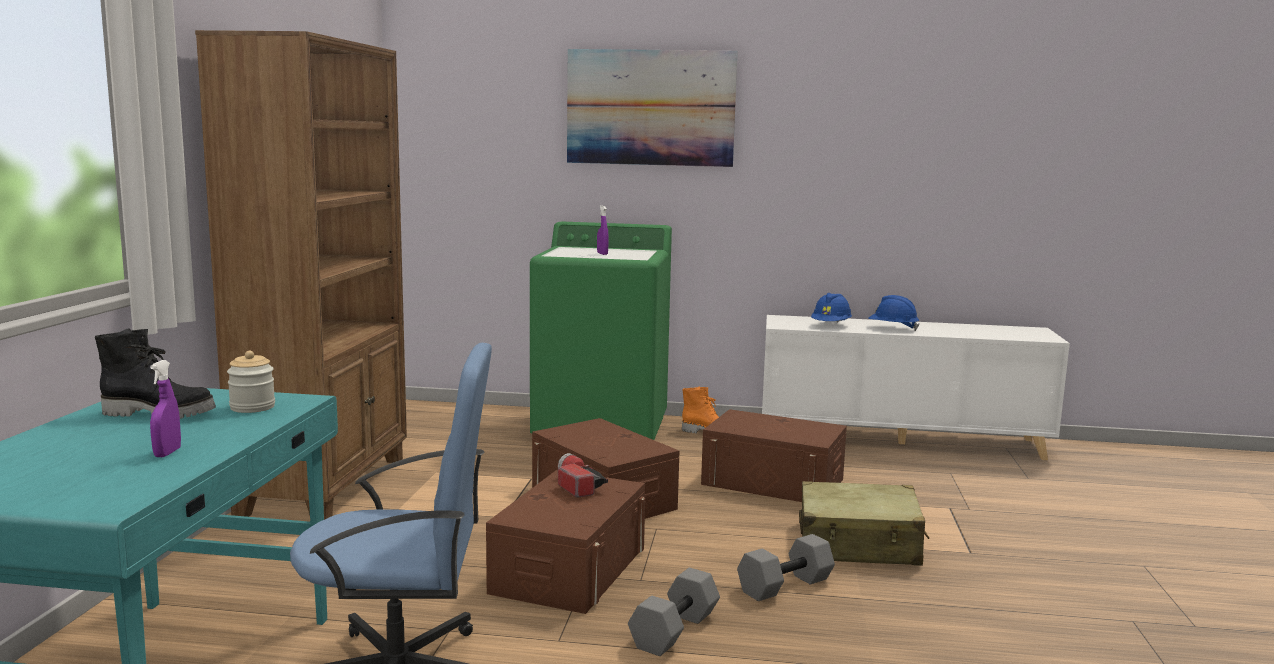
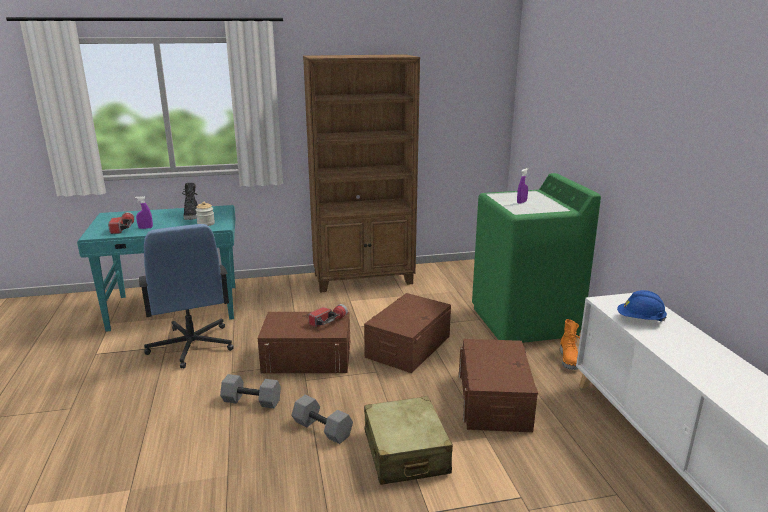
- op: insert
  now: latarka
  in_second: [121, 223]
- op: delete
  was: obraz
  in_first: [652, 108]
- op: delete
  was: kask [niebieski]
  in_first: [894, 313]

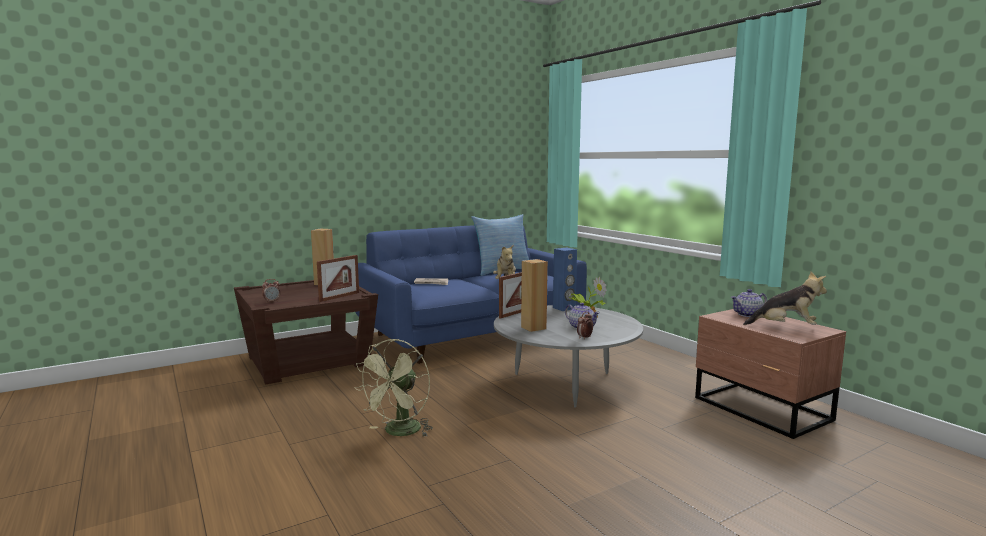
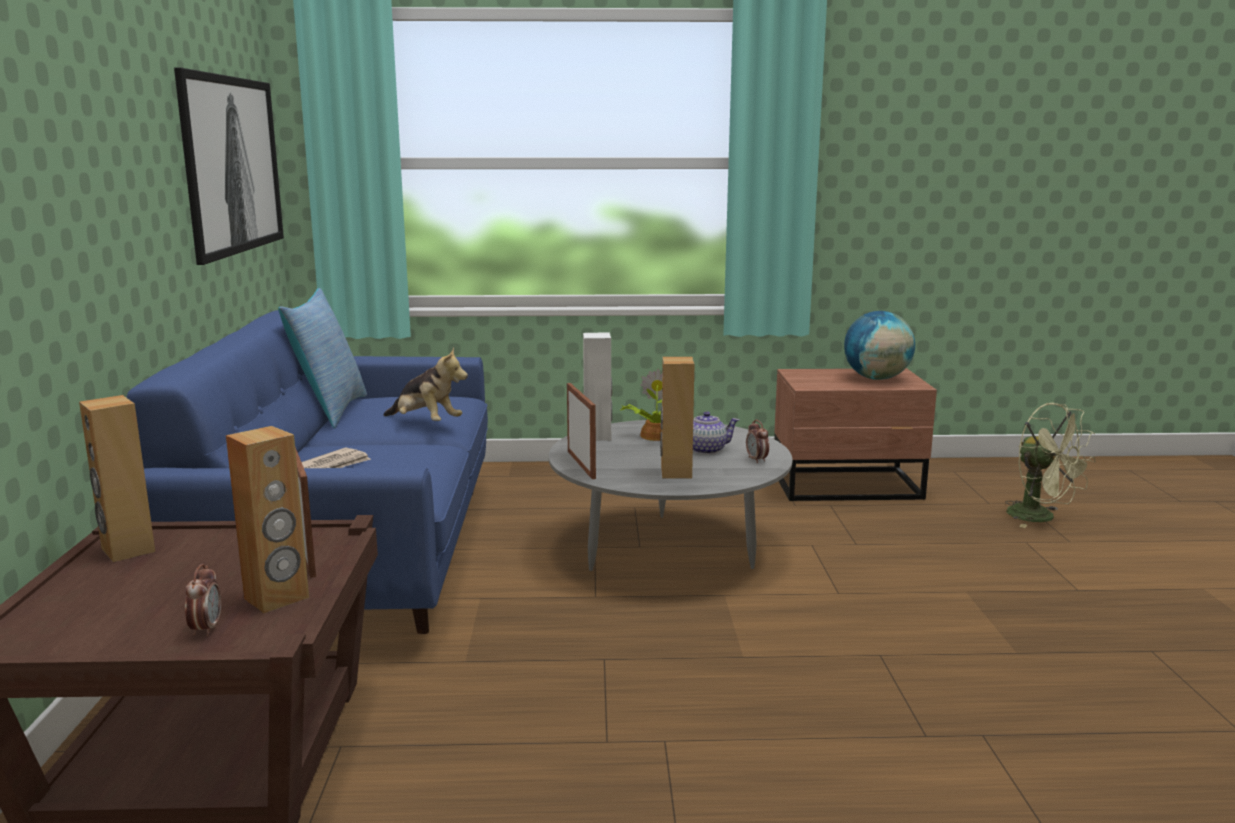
- op: insert
  now: obraz
  in_second: [229, 166]
- op: insert
  now: głośnik [brązowy]
  in_second: [267, 519]
- op: recolor
  was: głośnik [niebieski]
  now: głośnik [biały]
  in_first: [565, 279]
  in_second: [597, 386]
- op: replace
  was: pluszak
  now: globus
  in_first: [785, 298]
  in_second: [879, 345]
- op: move
  was: wentylator [zielony]
  in_first: [393, 388]
  in_second: [1050, 465]
- op: delete
  was: imbryk
  in_first: [749, 303]

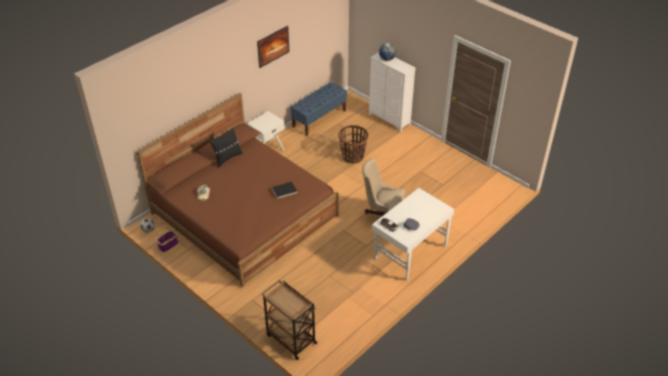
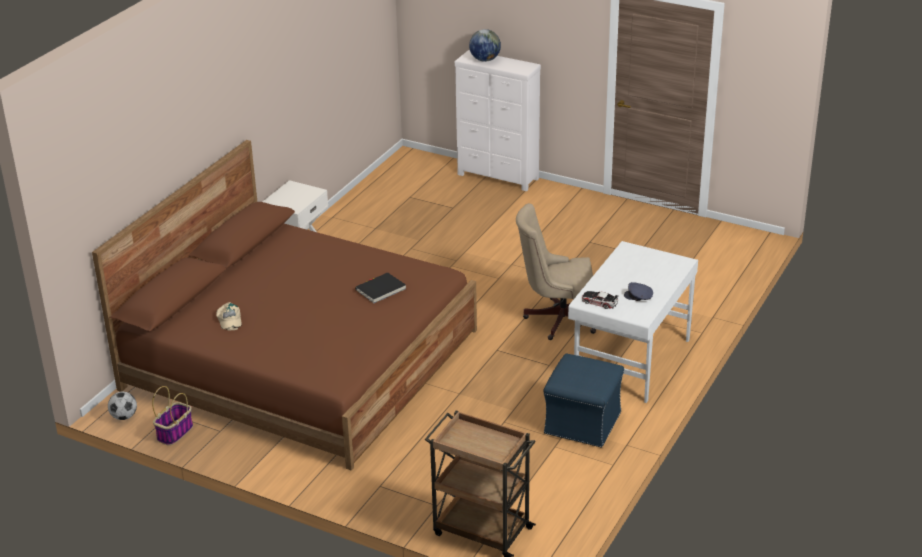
- op: insert
  now: pufa [niebieski]
  in_second: [583, 401]
- op: delete
  was: poduszka [czarny]
  in_first: [226, 147]
- op: delete
  was: obraz
  in_first: [273, 47]
- op: delete
  was: ławka [niebieski]
  in_first: [318, 109]
- op: delete
  was: koszyk
  in_first: [353, 144]

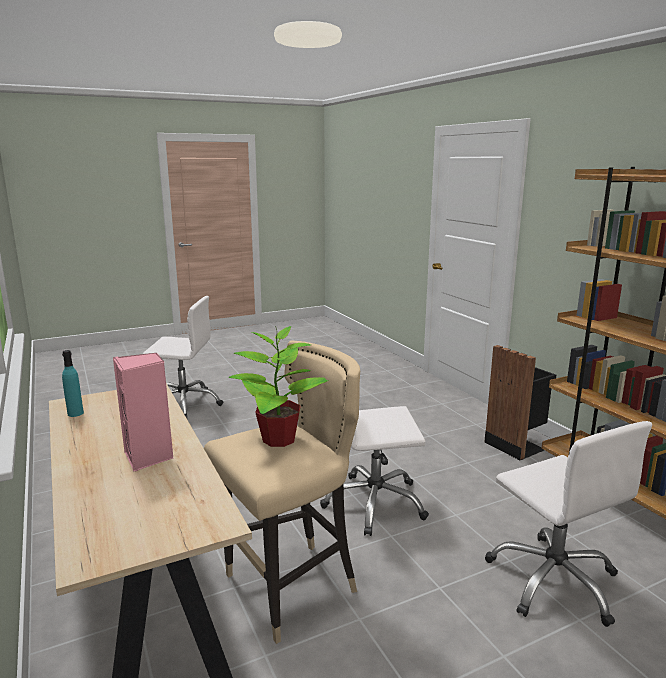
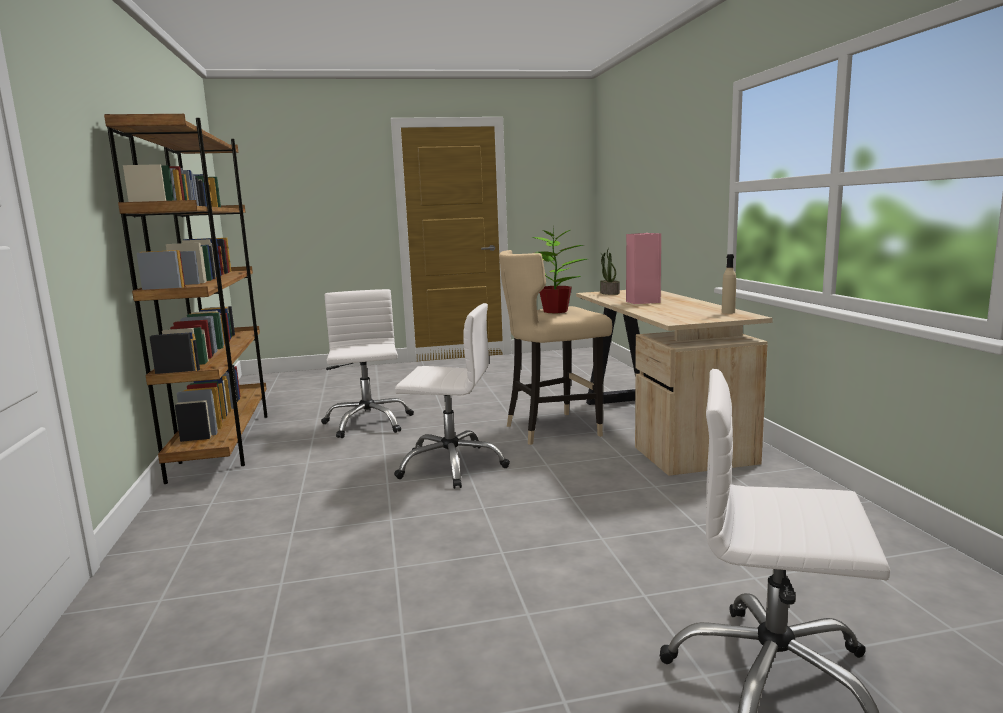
- op: insert
  now: roślina doniczkowa
  in_second: [610, 271]
- op: recolor
  was: butelka [turkusowy]
  now: butelka [beżowy]
  in_first: [73, 383]
  in_second: [729, 284]
- op: delete
  was: kosz na śmieci [czarny]
  in_first: [520, 402]

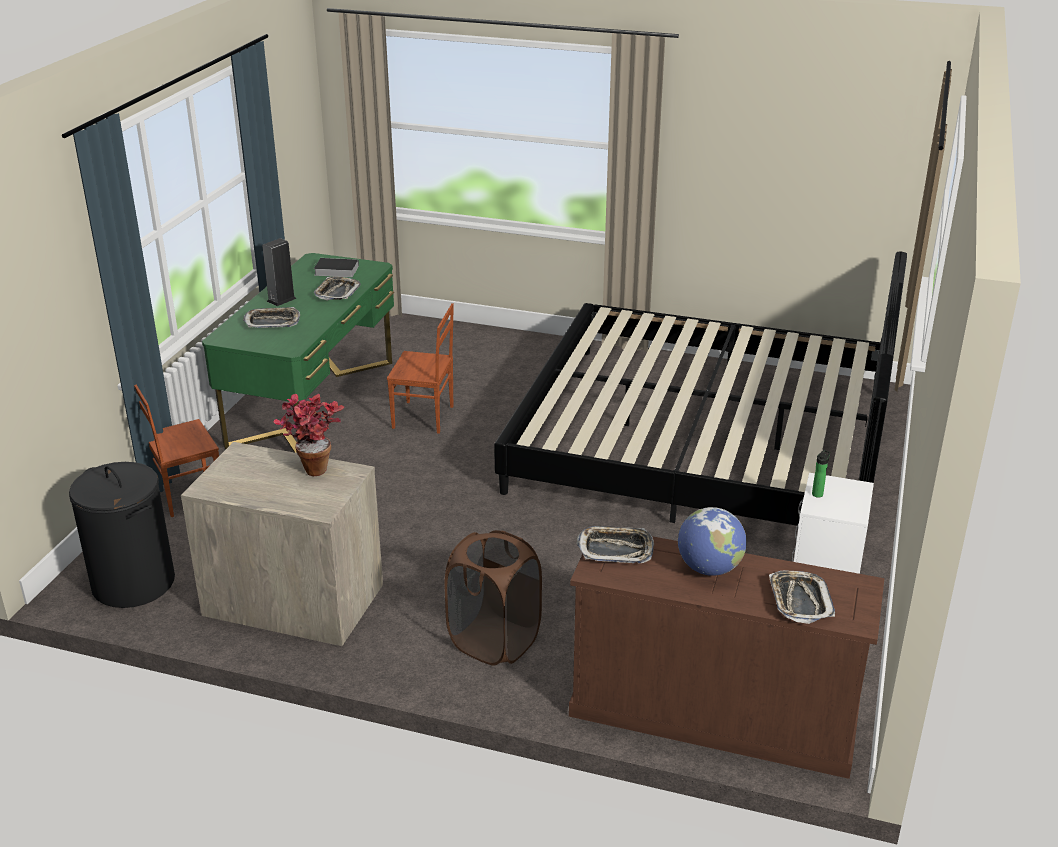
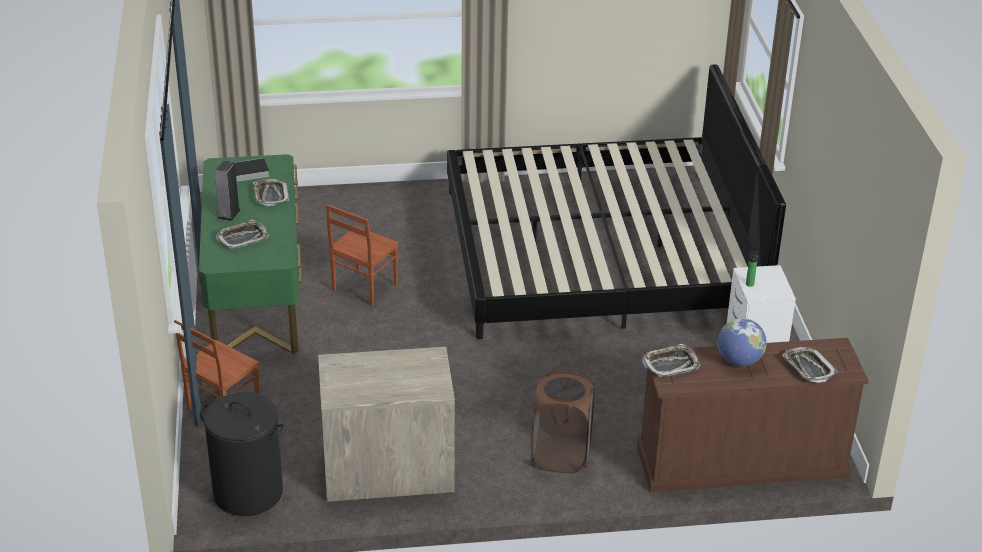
- op: rotate
  was: krzesło [brązowy]
  in_first: [420, 368]
  in_second: [362, 255]
  clockwise: 135
- op: delete
  was: roślina doniczkowa
  in_first: [308, 435]

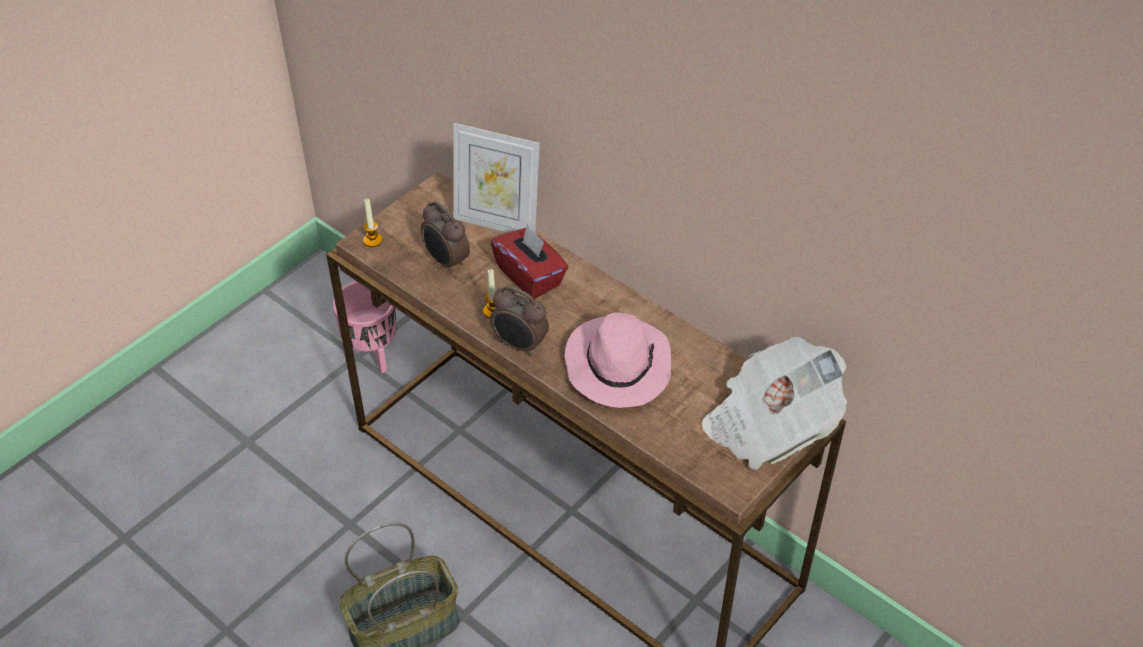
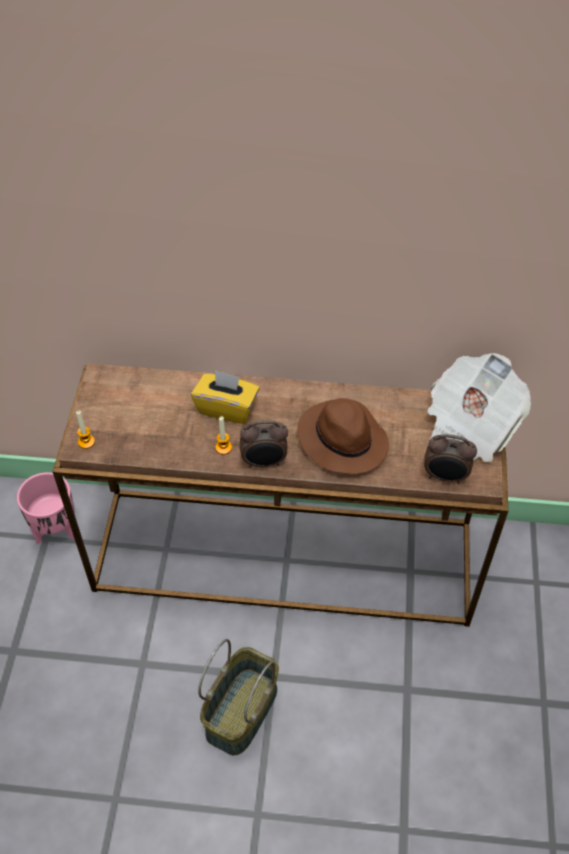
- op: recolor
  was: pudełko chusteczek [czerwony]
  now: pudełko chusteczek [żółty]
  in_first: [529, 262]
  in_second: [225, 397]
- op: recolor
  was: kapelusz [różowy]
  now: kapelusz [brązowy]
  in_first: [618, 360]
  in_second: [343, 436]
- op: move
  was: budzik
  in_first: [445, 237]
  in_second: [450, 459]
- op: delete
  was: ramka na zdjęcie
  in_first: [496, 178]

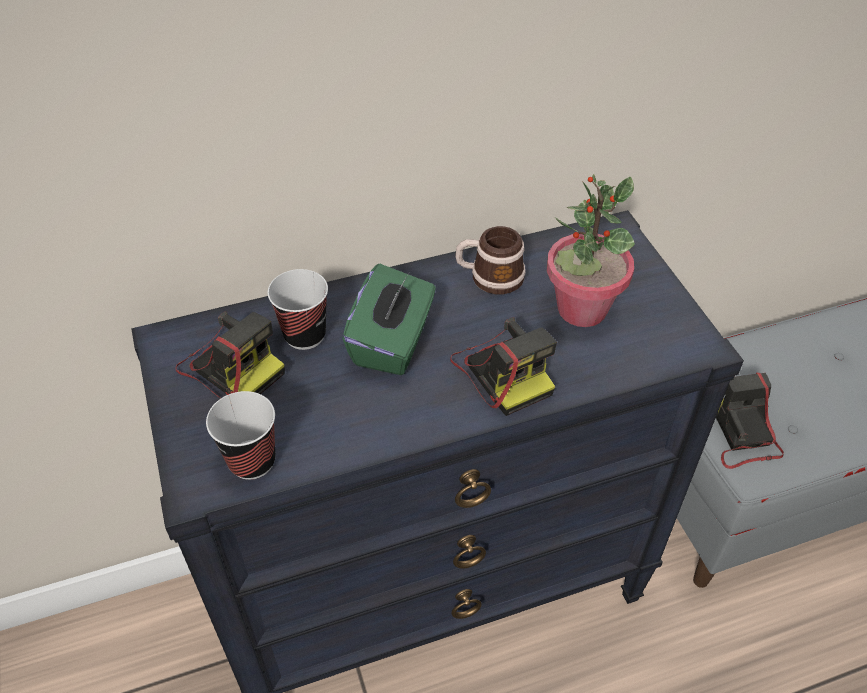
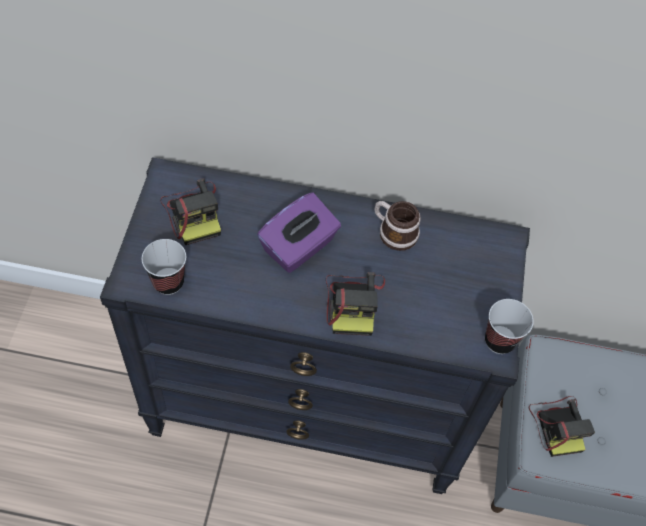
- op: recolor
  was: pudełko chusteczek [zielony]
  now: pudełko chusteczek [fioletowy]
  in_first: [389, 319]
  in_second: [299, 232]
- op: move
  was: filiżanka
  in_first: [297, 309]
  in_second: [509, 326]
- op: rotate
  was: aparat fotograficzny
  in_first: [750, 421]
  in_second: [562, 426]
  clockwise: 150
- op: delete
  was: roślina doniczkowa
  in_first: [591, 250]

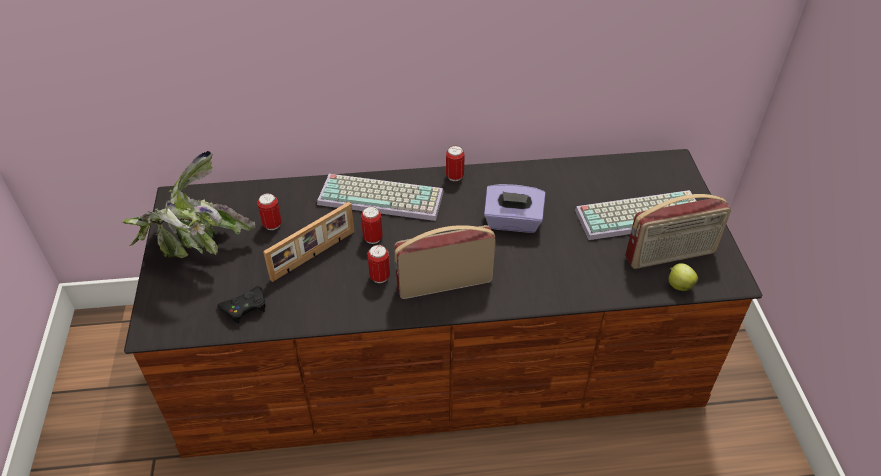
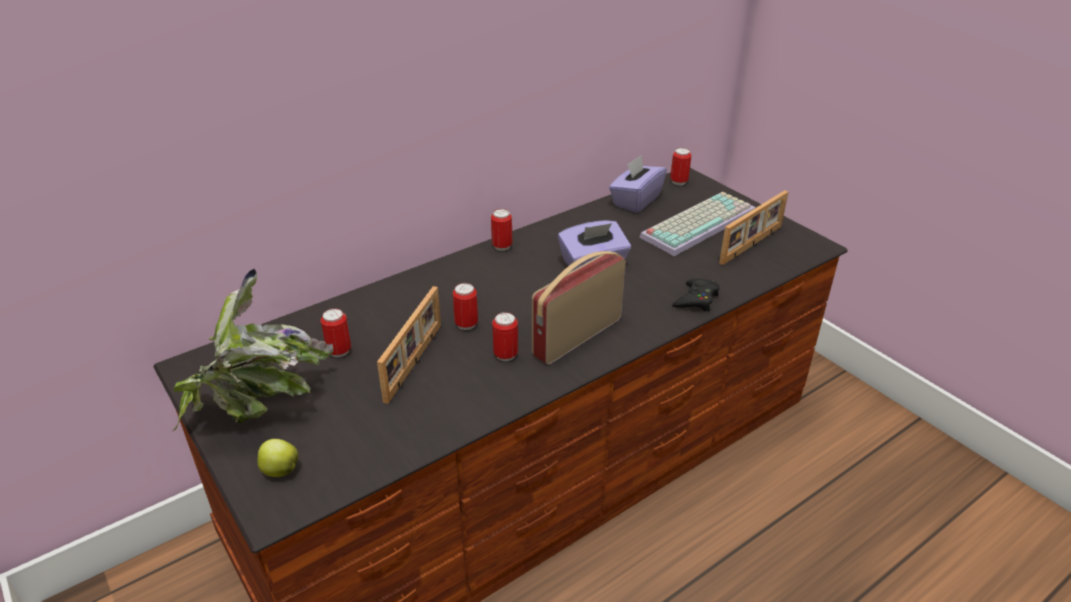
- op: move
  was: jabłko
  in_first: [683, 277]
  in_second: [277, 458]
- op: insert
  now: pudełko chusteczek [fioletowy]
  in_second: [638, 184]
- op: insert
  now: puszka
  in_second: [680, 166]
- op: move
  was: pad do gier [czarny]
  in_first: [241, 305]
  in_second: [696, 295]
- op: replace
  was: radio
  now: ramka na zdjęcie
  in_first: [678, 231]
  in_second: [753, 227]
- op: delete
  was: klawiatura
  in_first: [380, 197]

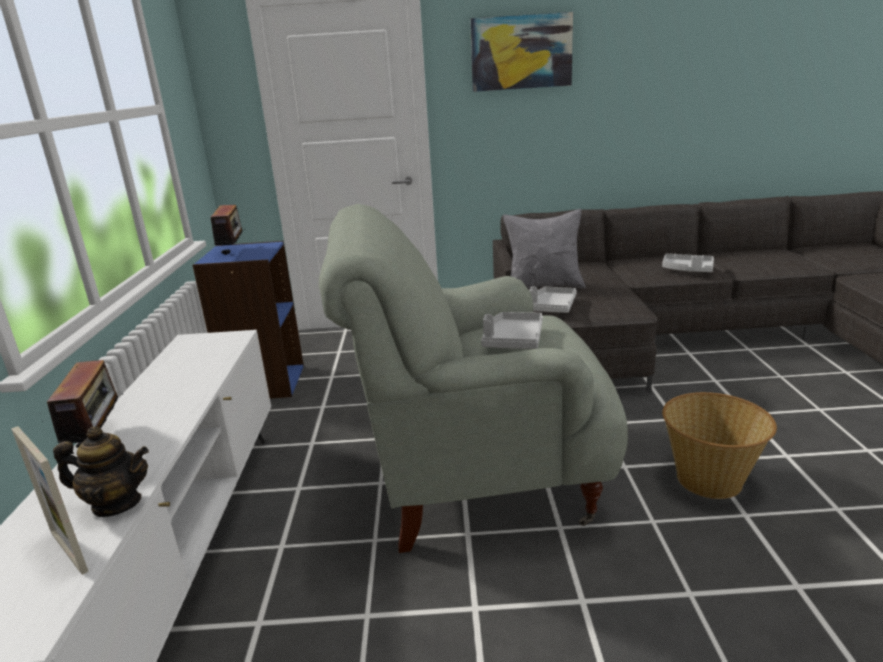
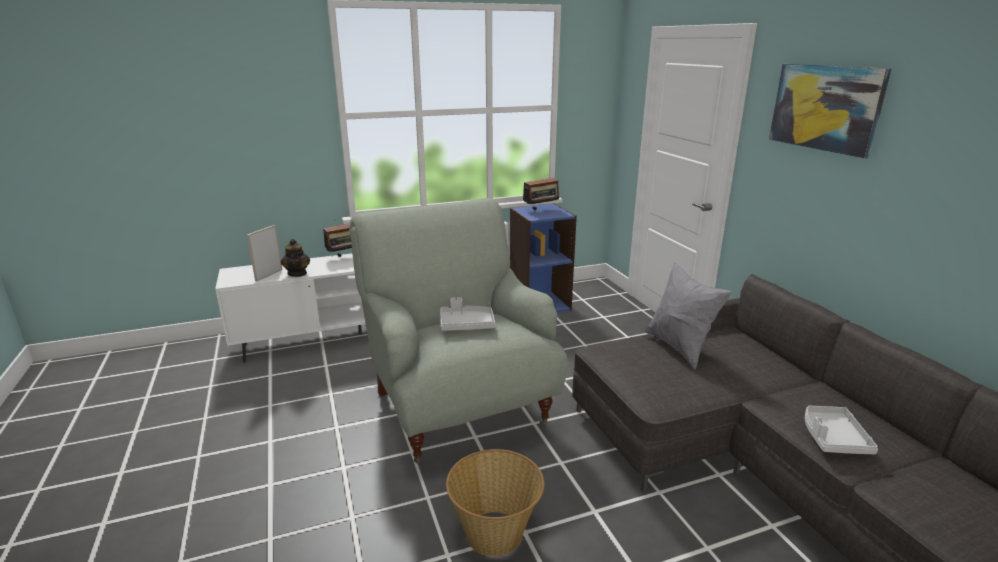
- op: delete
  was: taca [szary]
  in_first: [553, 299]

